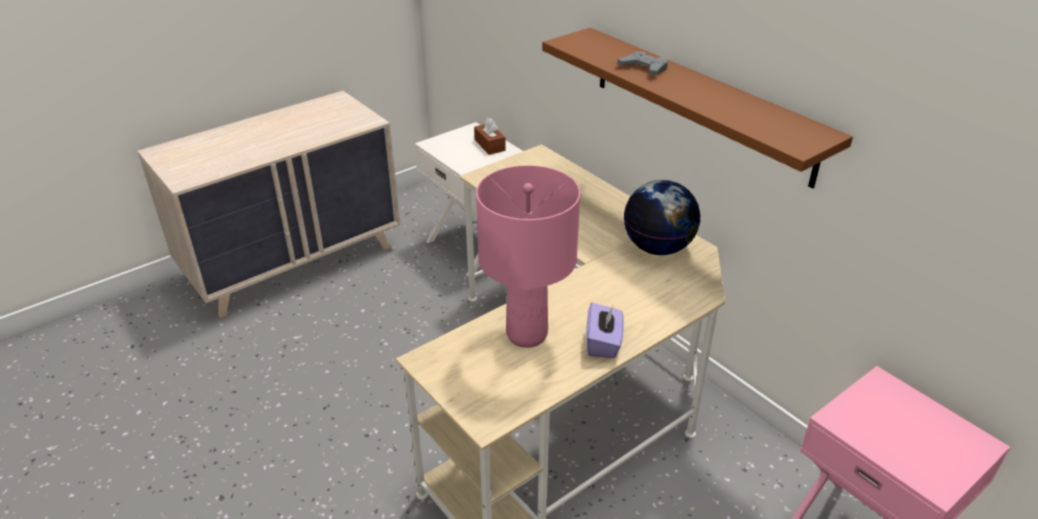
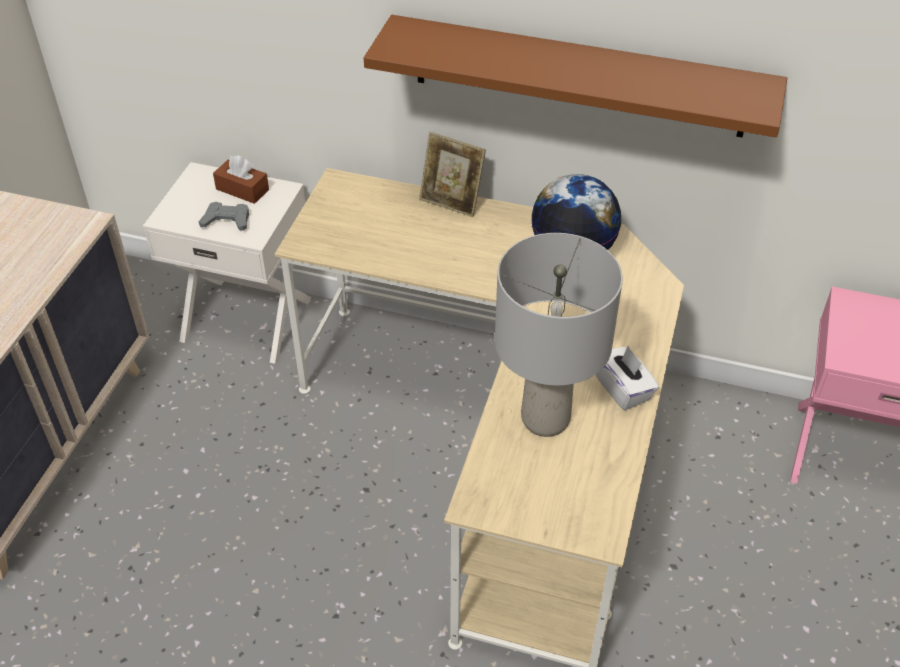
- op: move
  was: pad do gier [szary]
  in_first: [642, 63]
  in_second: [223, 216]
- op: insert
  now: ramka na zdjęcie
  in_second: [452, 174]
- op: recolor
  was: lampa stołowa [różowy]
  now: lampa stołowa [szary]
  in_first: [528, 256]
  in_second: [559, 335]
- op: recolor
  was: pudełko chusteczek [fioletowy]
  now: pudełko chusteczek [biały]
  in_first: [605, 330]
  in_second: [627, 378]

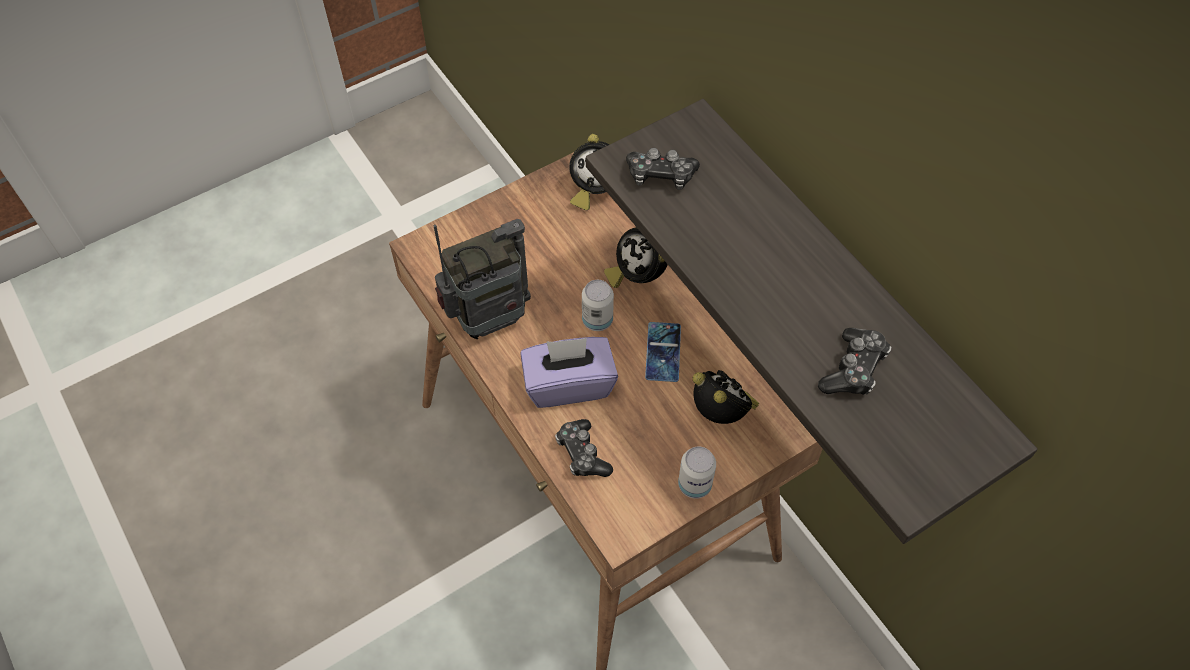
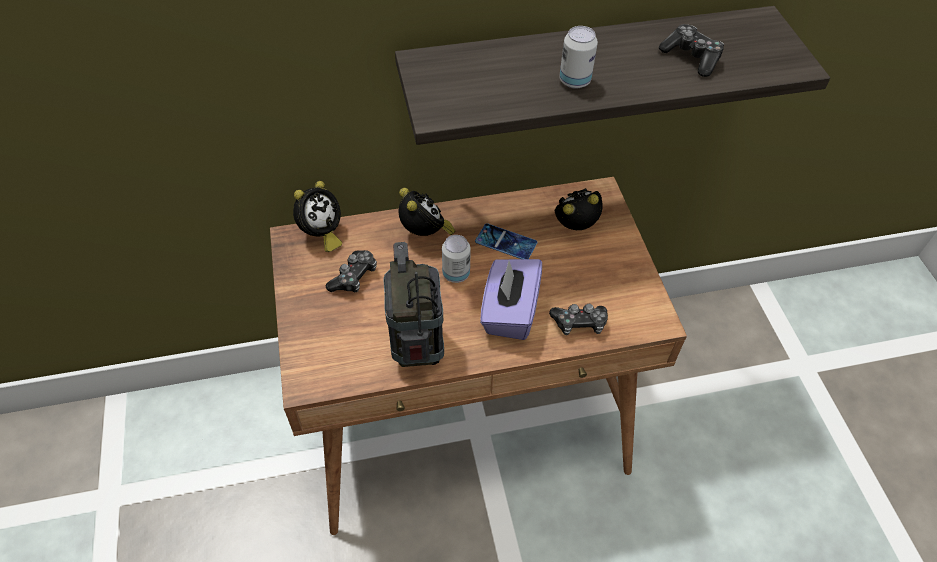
- op: move
  was: pad do gier
  in_first: [663, 169]
  in_second: [351, 271]
- op: rotate
  was: budzik
  in_first: [636, 257]
  in_second: [427, 212]
  clockwise: -105
- op: move
  was: puszka
  in_first: [697, 473]
  in_second: [578, 57]

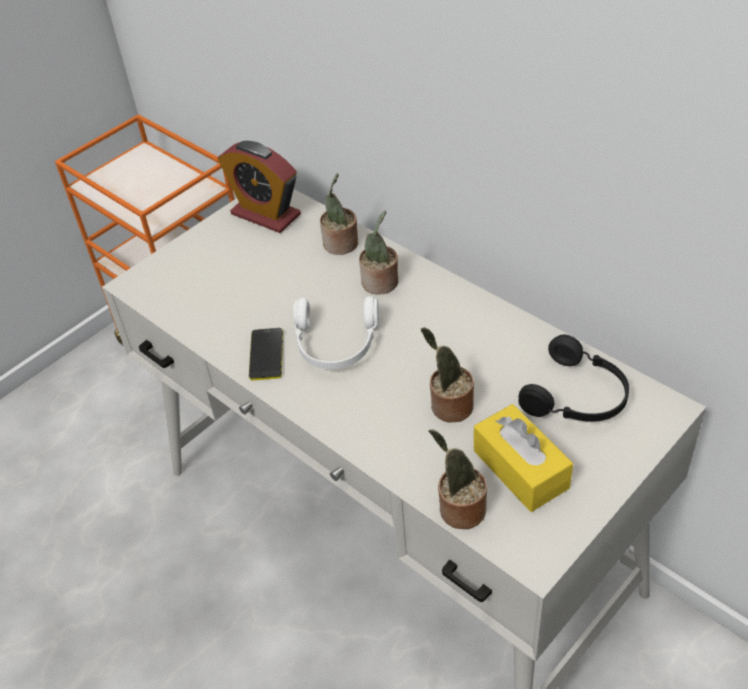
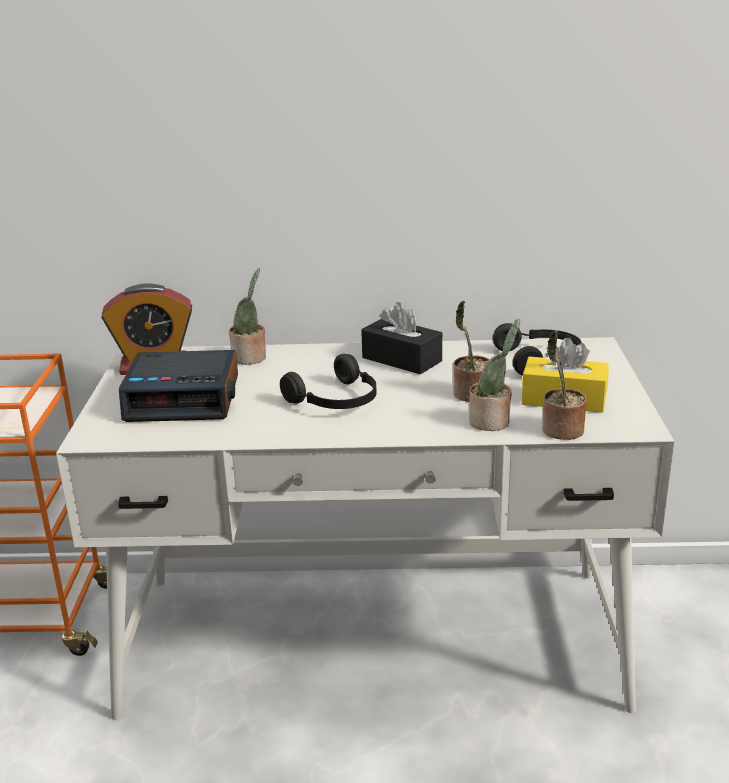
- op: insert
  now: budzik
  in_second: [178, 386]
- op: recolor
  was: słuchawki [biały]
  now: słuchawki [czarny]
  in_first: [336, 332]
  in_second: [328, 381]
- op: insert
  now: pudełko chusteczek [czarny]
  in_second: [401, 338]
- op: move
  was: roślina doniczkowa
  in_first: [379, 253]
  in_second: [494, 375]
- op: delete
  was: telefon
  in_first: [266, 354]

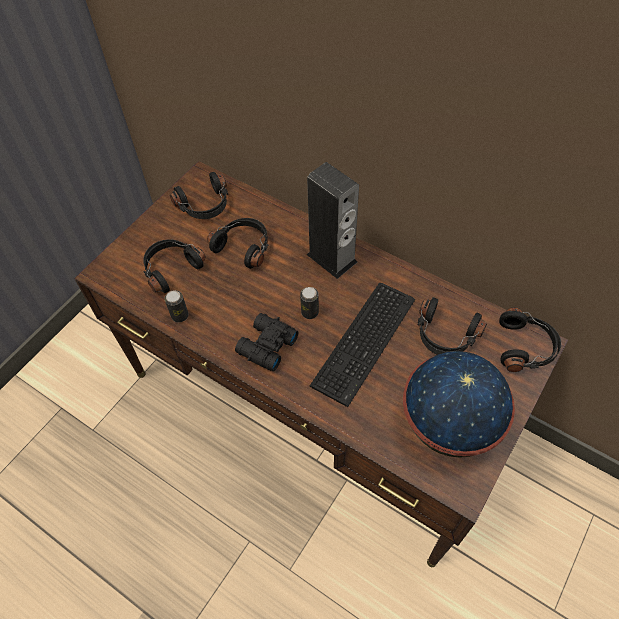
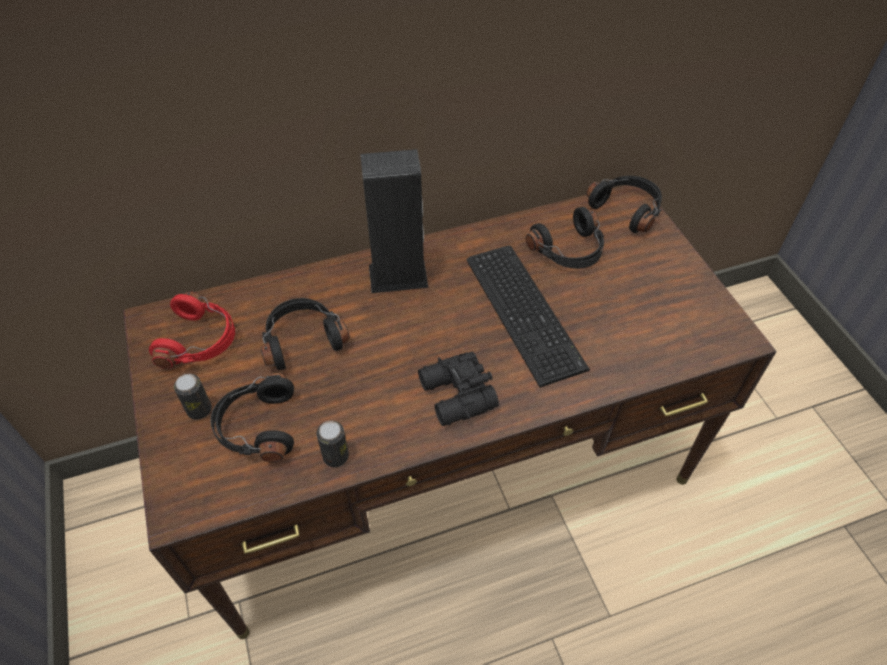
- op: recolor
  was: słuchawki [czarny]
  now: słuchawki [czerwony]
  in_first: [199, 195]
  in_second: [192, 330]
- op: move
  was: puszka
  in_first: [309, 303]
  in_second: [193, 397]
- op: delete
  was: globus
  in_first: [459, 404]

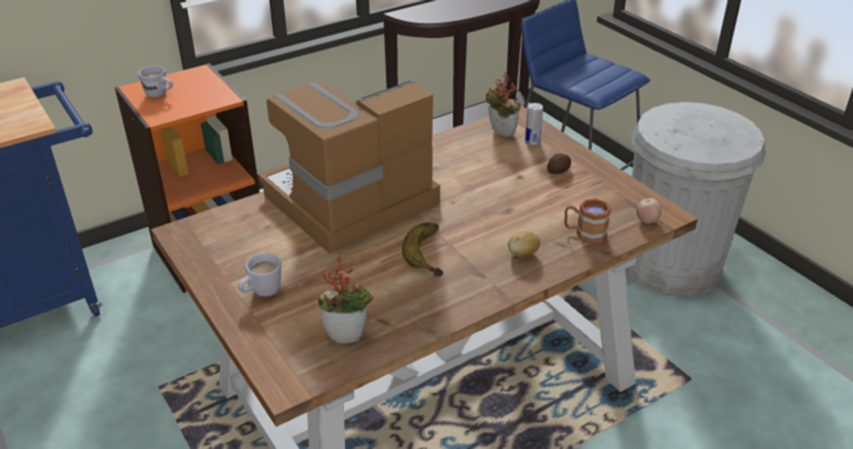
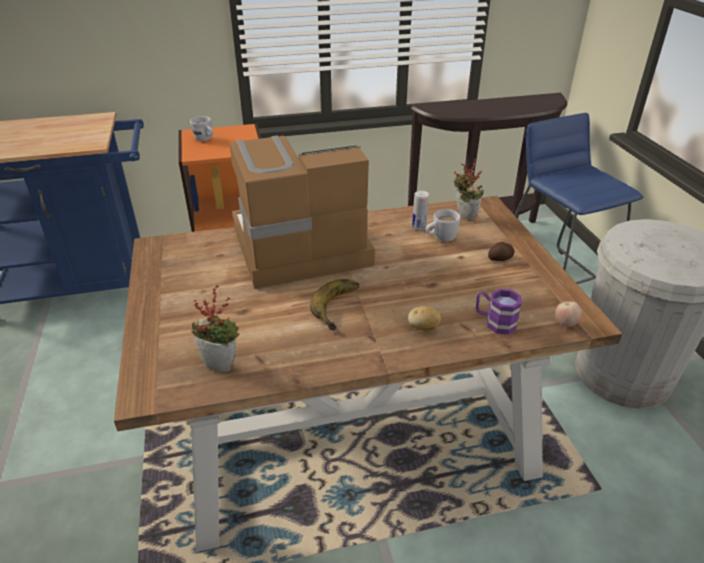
- op: move
  was: puszka
  in_first: [534, 124]
  in_second: [420, 210]
- op: move
  was: kubek [biały]
  in_first: [259, 274]
  in_second: [443, 225]
- op: recolor
  was: kubek [brązowy]
  now: kubek [fioletowy]
  in_first: [587, 221]
  in_second: [499, 311]

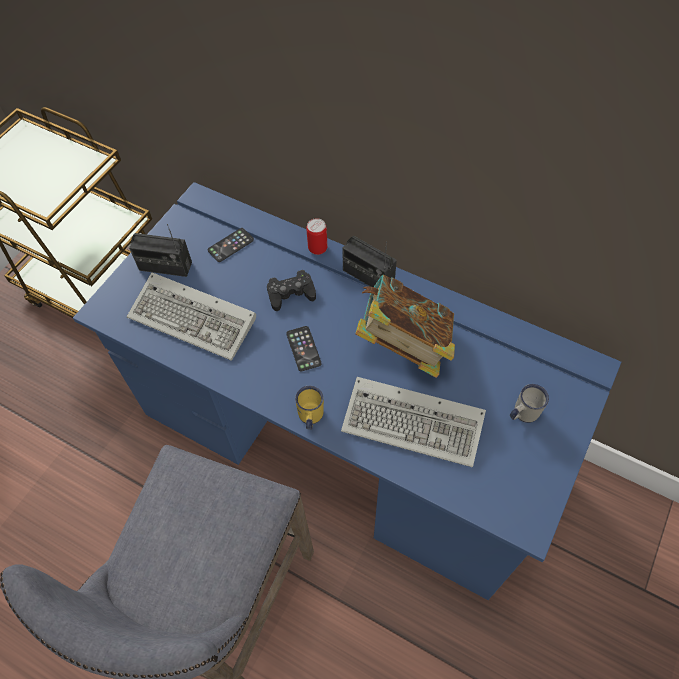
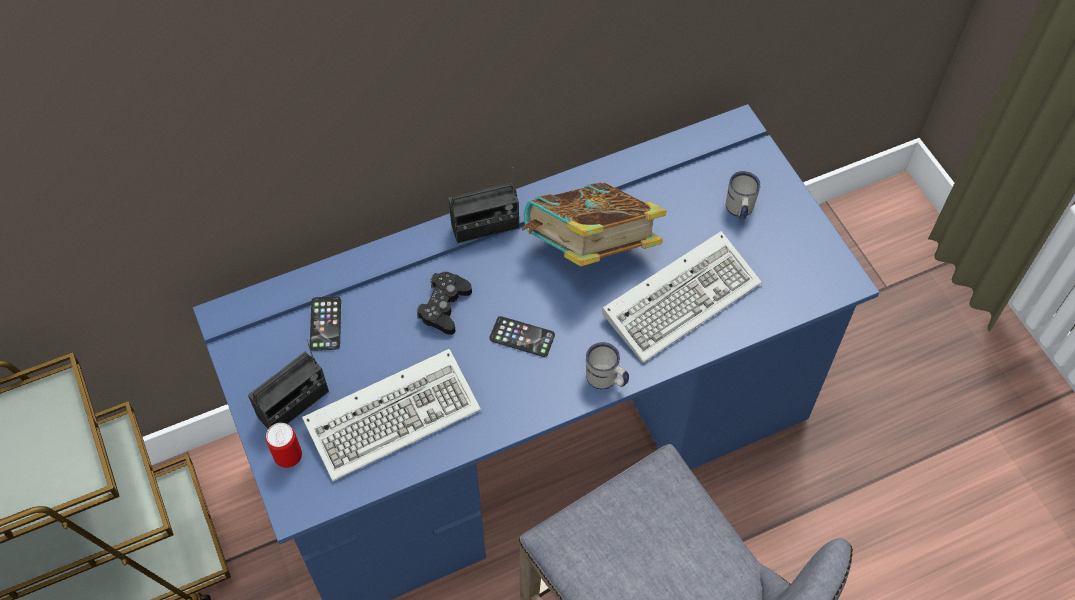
- op: move
  was: puszka
  in_first: [316, 236]
  in_second: [284, 445]
- op: recolor
  was: kubek [żółty]
  now: kubek [biały]
  in_first: [309, 408]
  in_second: [607, 365]

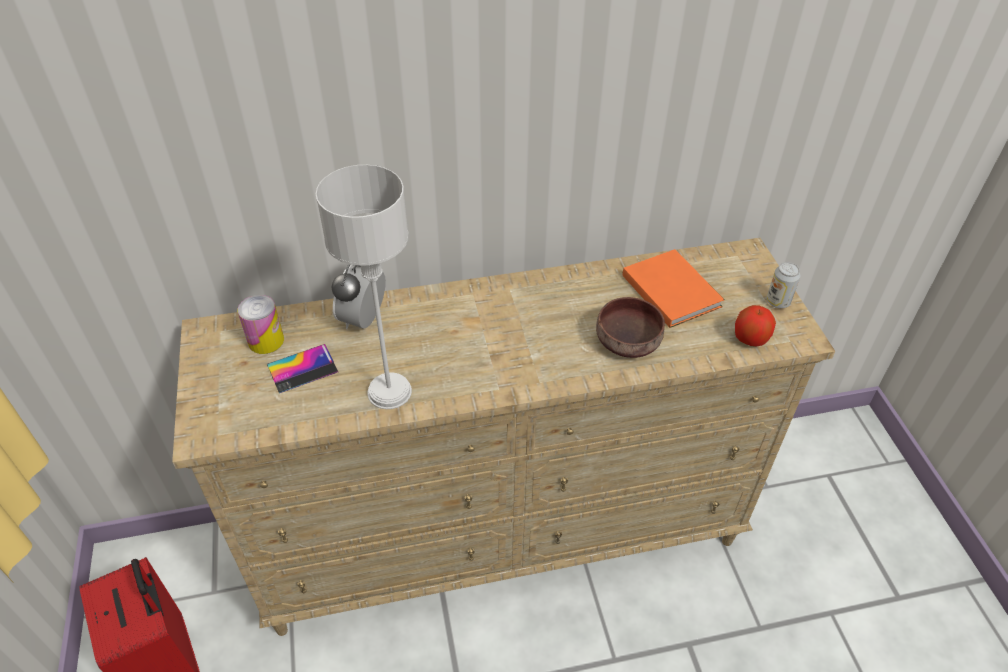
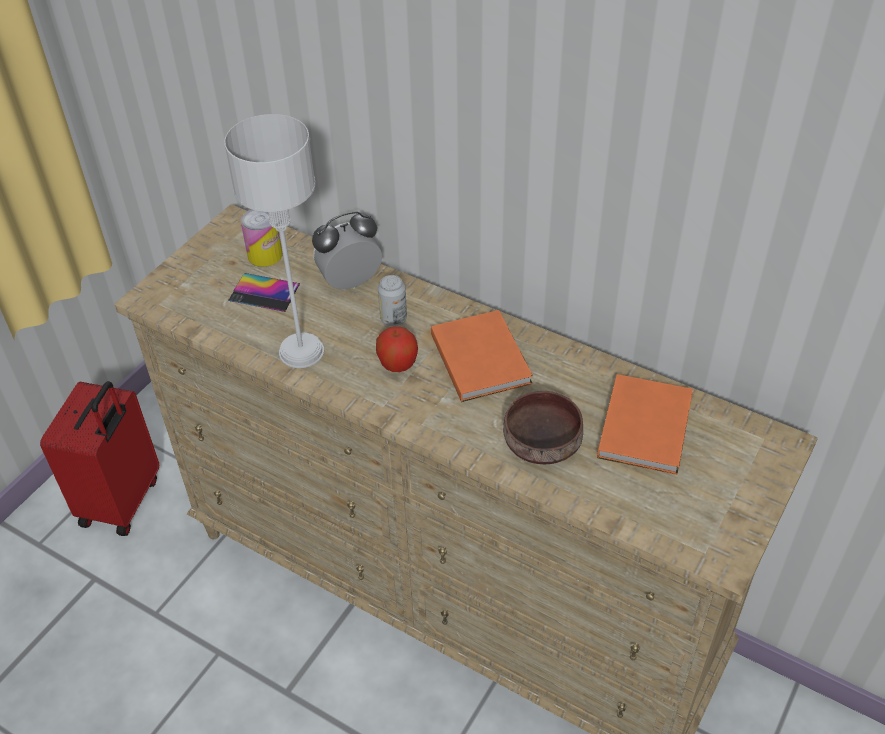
- op: move
  was: jabłko
  in_first: [755, 325]
  in_second: [397, 349]
- op: move
  was: puszka
  in_first: [783, 285]
  in_second: [392, 300]
- op: insert
  now: książka [pomarańczowy]
  in_second: [482, 356]

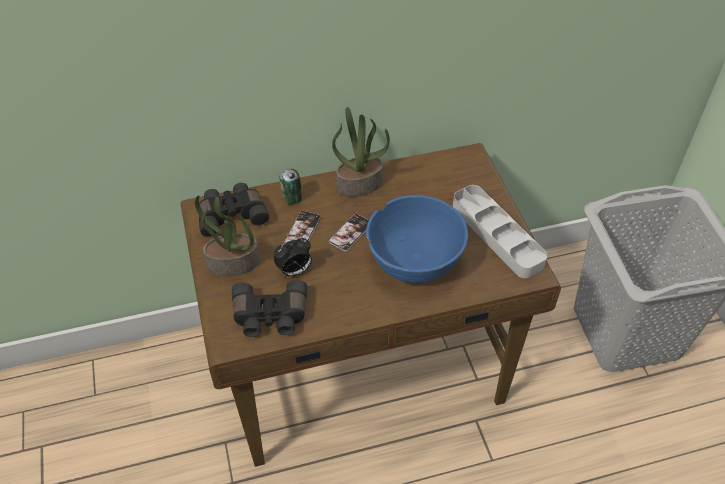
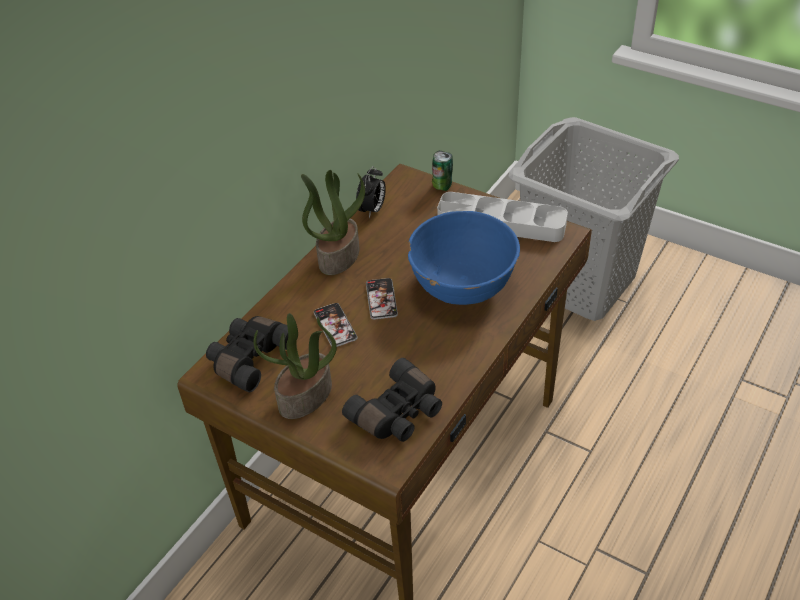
- op: move
  was: budzik
  in_first: [293, 257]
  in_second: [371, 192]
- op: move
  was: puszka
  in_first: [290, 187]
  in_second: [442, 171]

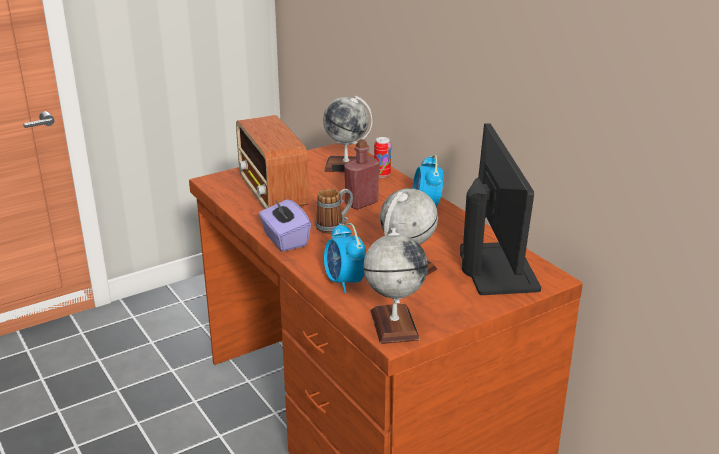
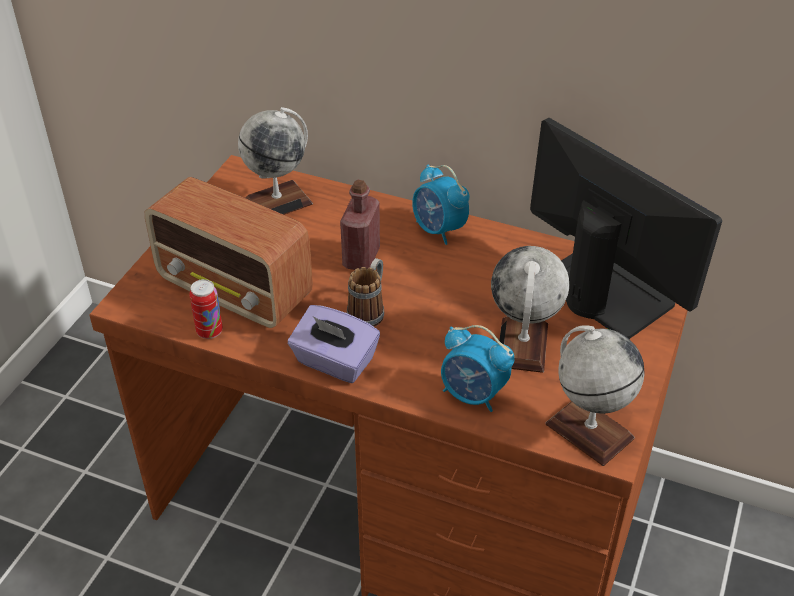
- op: move
  was: puszka
  in_first: [382, 157]
  in_second: [206, 309]

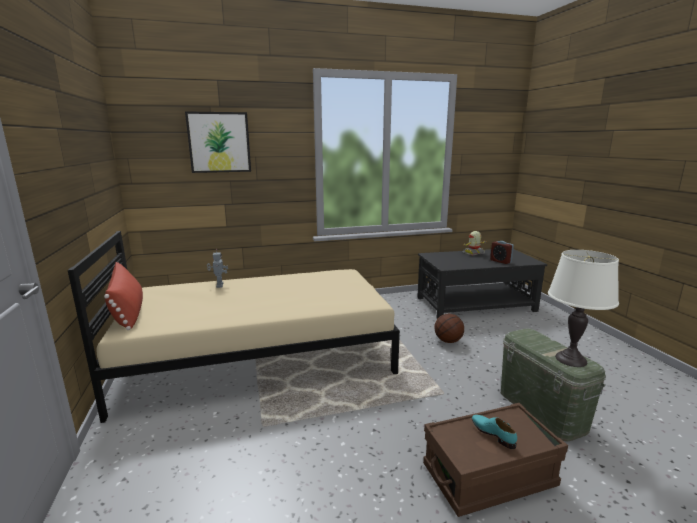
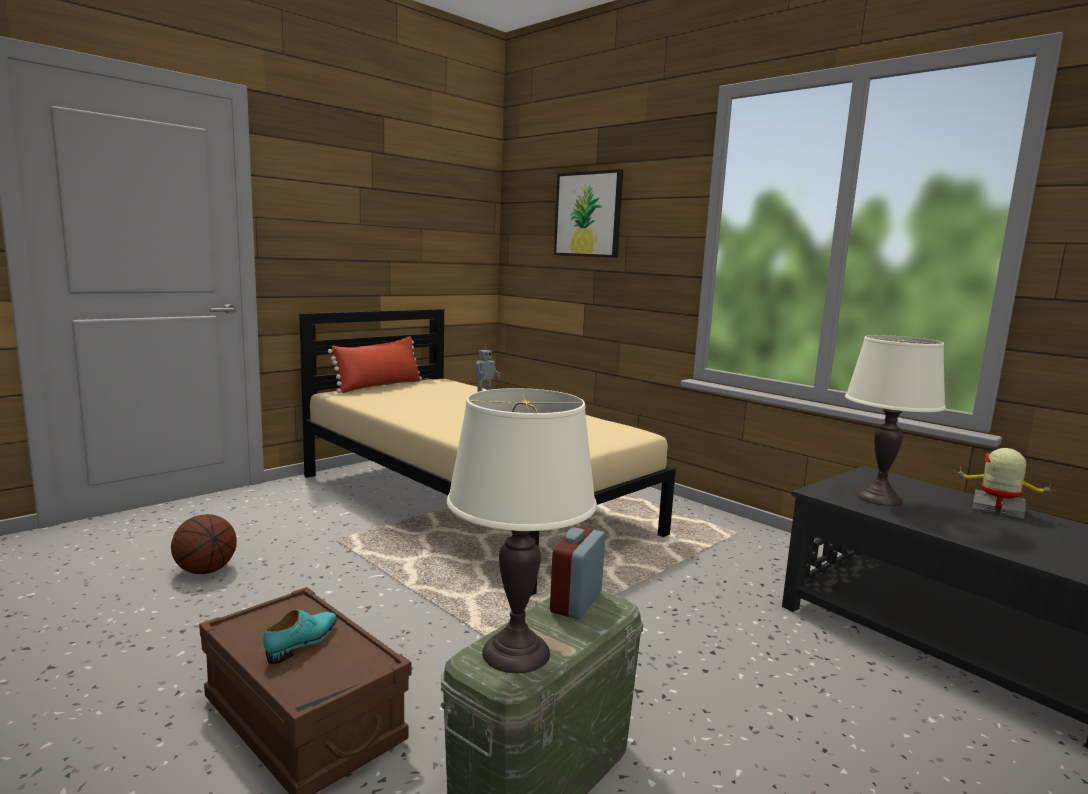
- op: move
  was: piłka do koszykówki
  in_first: [449, 328]
  in_second: [204, 544]
- op: move
  was: budzik
  in_first: [502, 252]
  in_second: [577, 572]
- op: insert
  now: lampa stołowa [biały]
  in_second: [895, 420]

